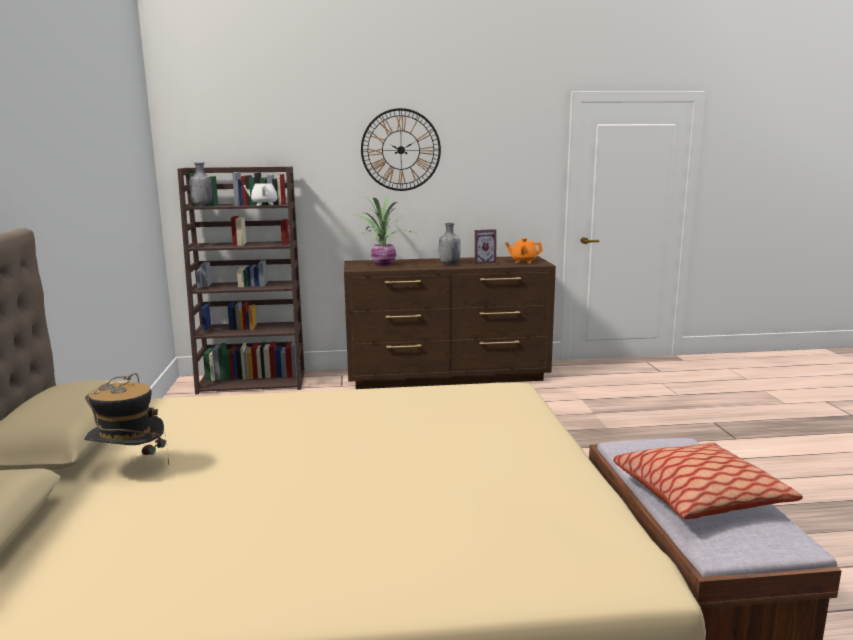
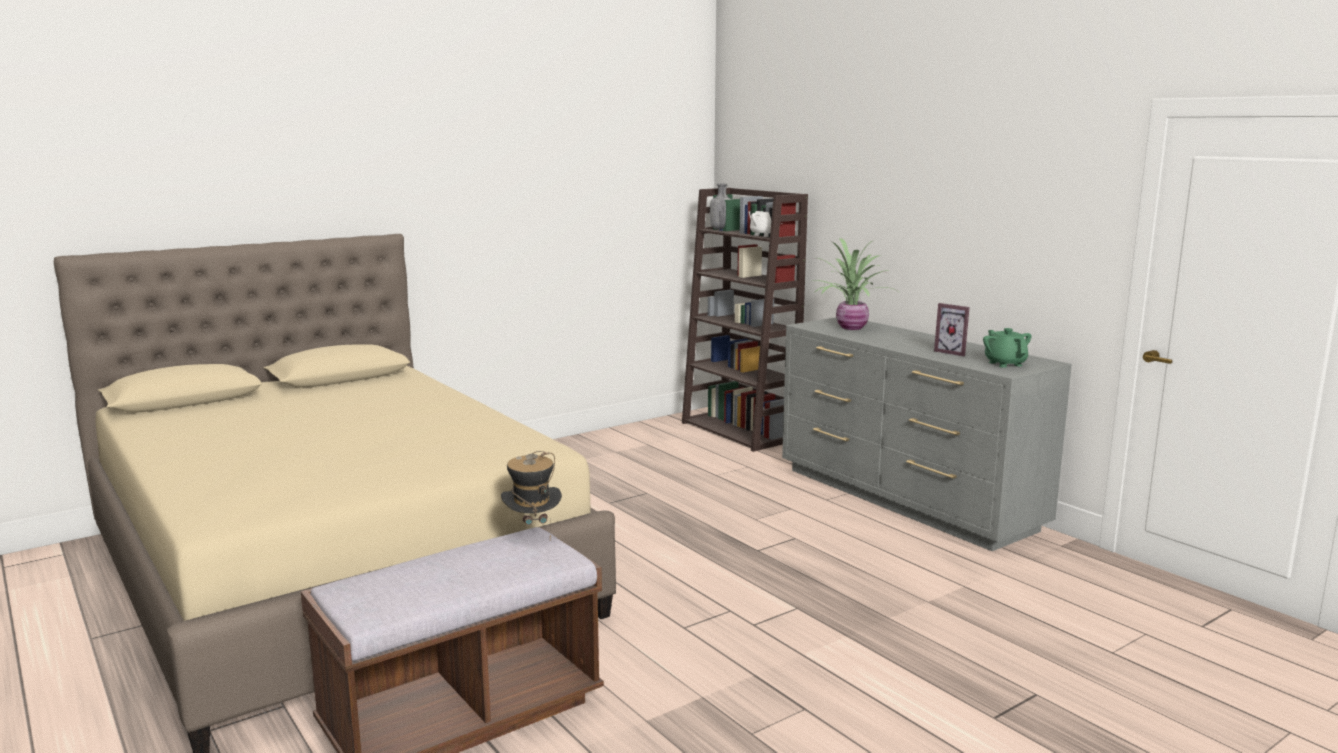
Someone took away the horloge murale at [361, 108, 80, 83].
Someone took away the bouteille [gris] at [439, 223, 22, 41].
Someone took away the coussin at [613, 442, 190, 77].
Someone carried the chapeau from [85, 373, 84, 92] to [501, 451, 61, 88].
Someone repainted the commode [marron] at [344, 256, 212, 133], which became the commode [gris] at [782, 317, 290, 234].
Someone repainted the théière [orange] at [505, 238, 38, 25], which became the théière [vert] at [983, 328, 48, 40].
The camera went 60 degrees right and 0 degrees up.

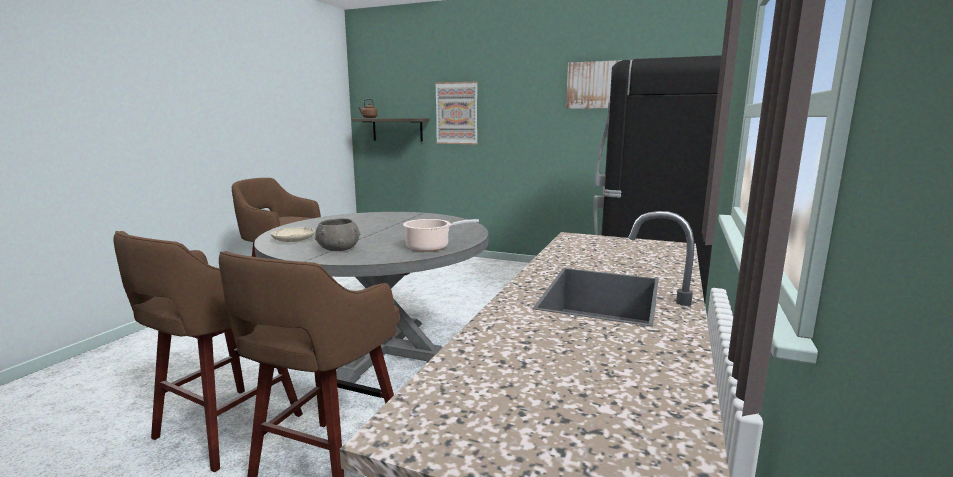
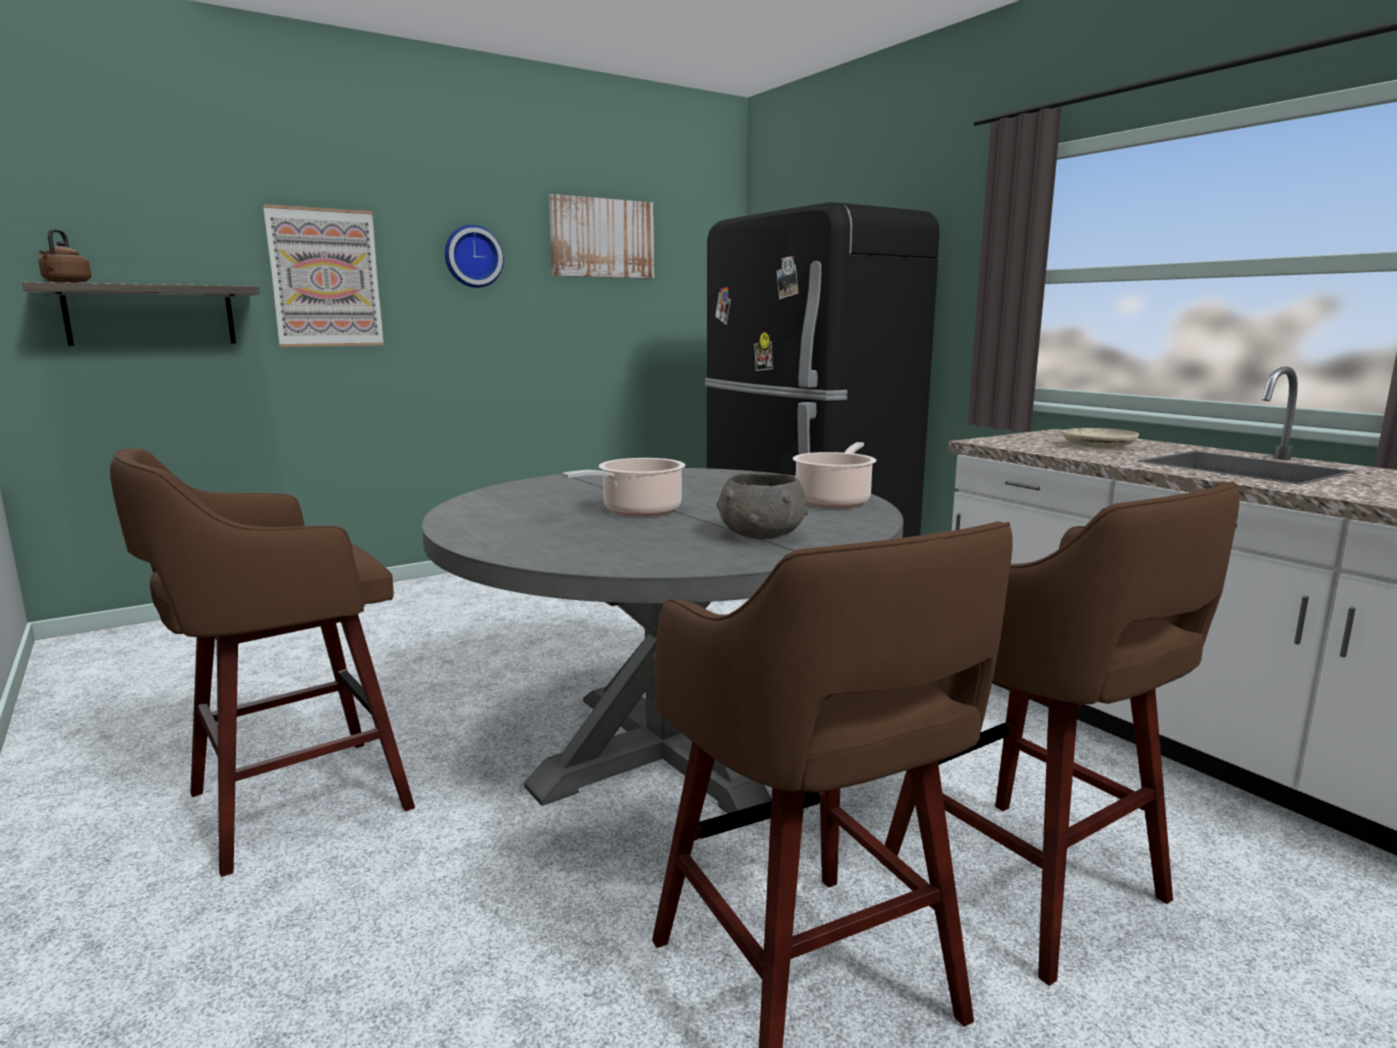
Someone put up the horloge murale at [445, 225, 59, 63].
Someone put down the marmite at [562, 458, 123, 58].
Someone carried the assiette [beige] from [271, 228, 44, 14] to [1062, 428, 77, 20].
The camera went 55 degrees left and 0 degrees up.

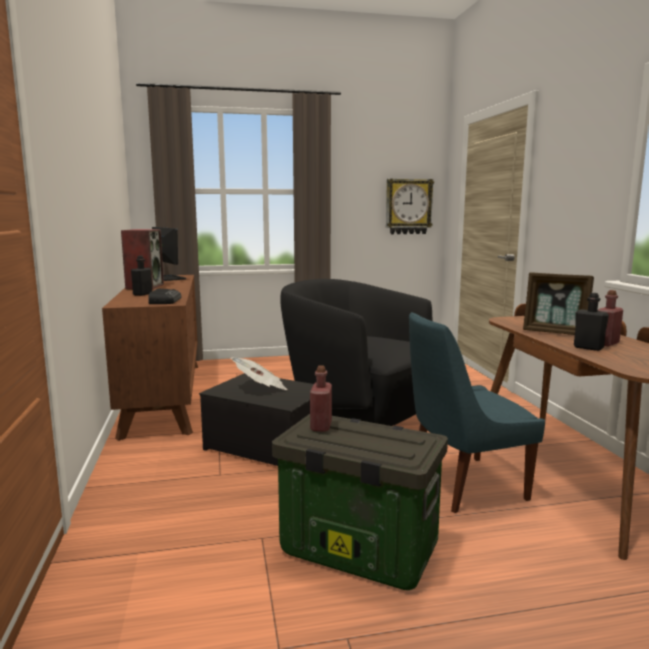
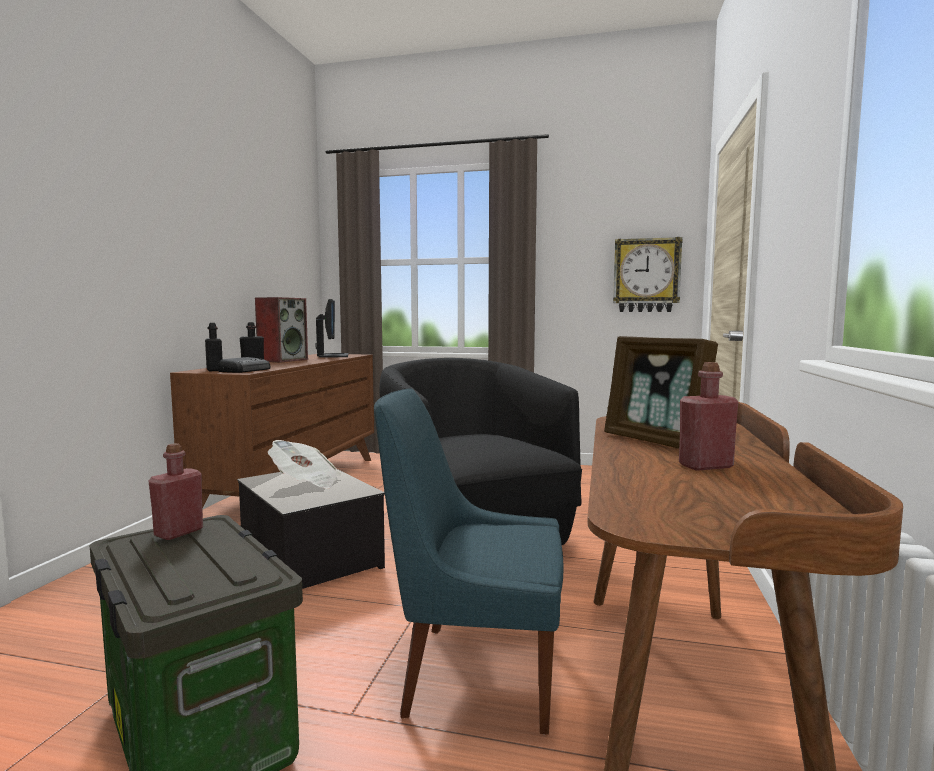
Someone carried the bouteille [noir] from [574, 293, 35, 58] to [205, 323, 17, 48].
The camera went 25 degrees right and 5 degrees down.

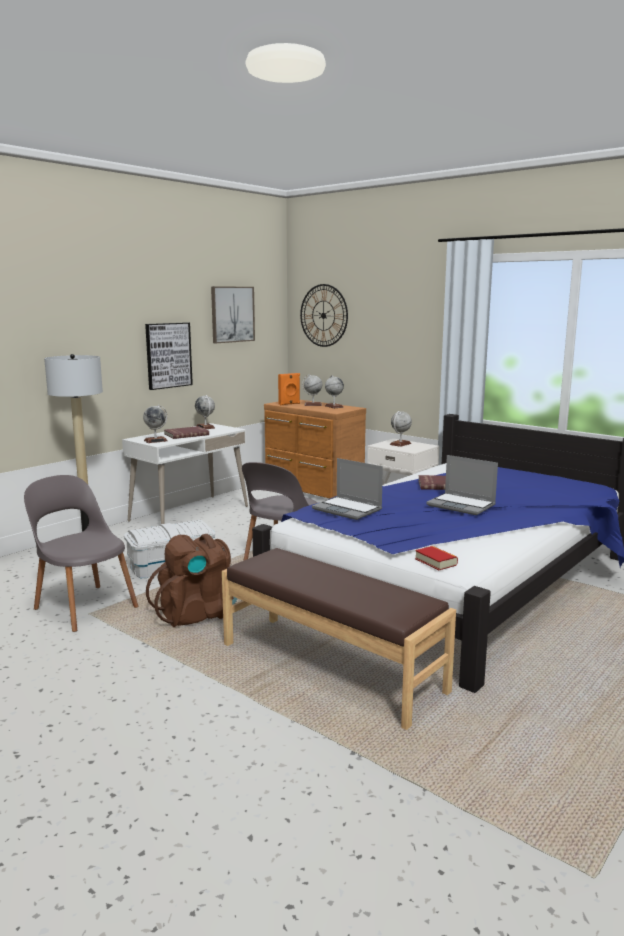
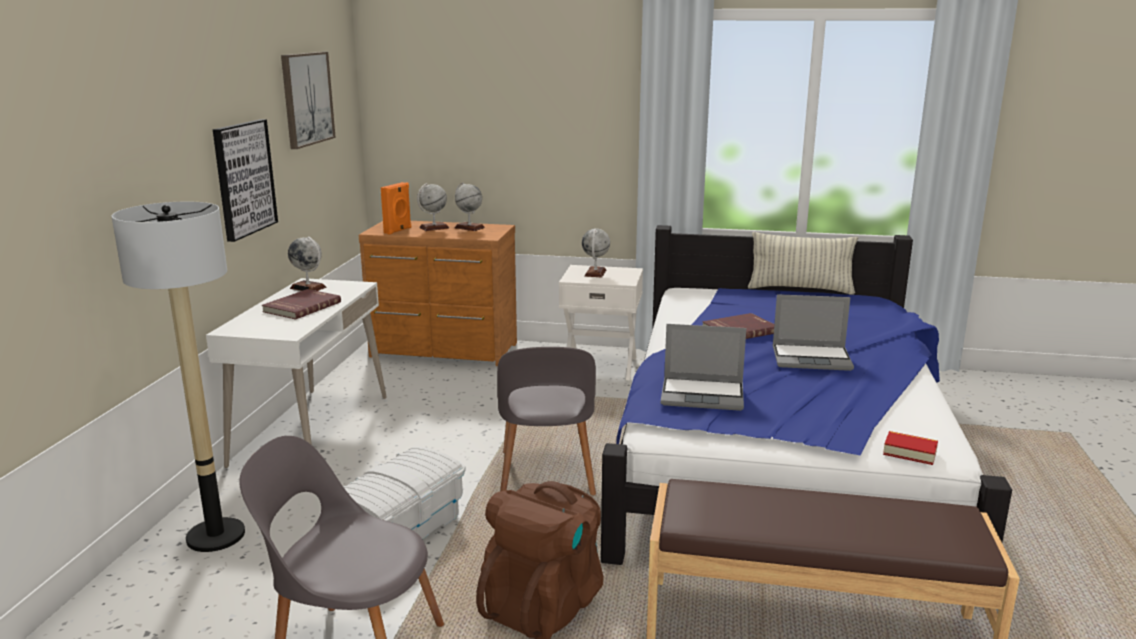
Someone took away the globe at [143, 405, 25, 38].
Someone took away the horloge murale at [300, 284, 48, 63].
Someone put down the coussin at [748, 232, 110, 63].
The camera went 30 degrees left and 5 degrees up.

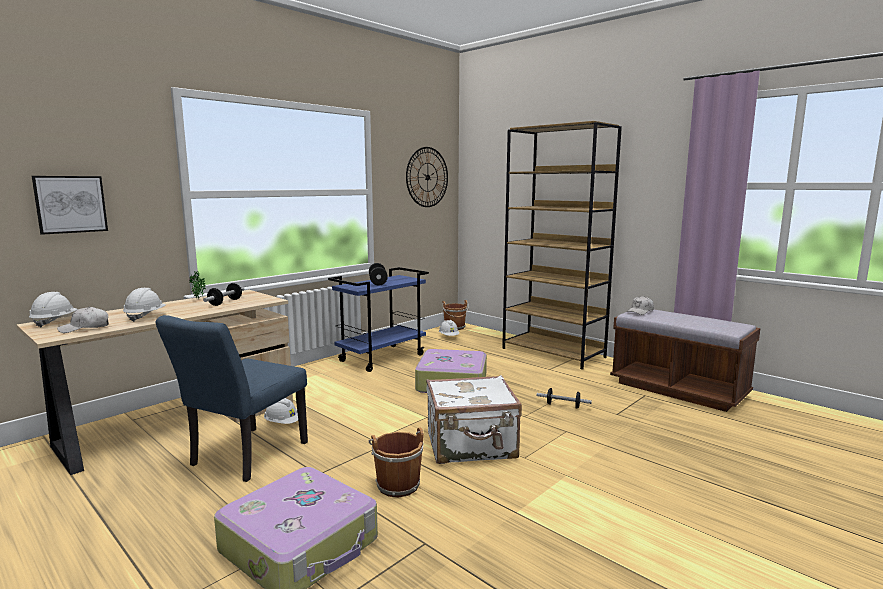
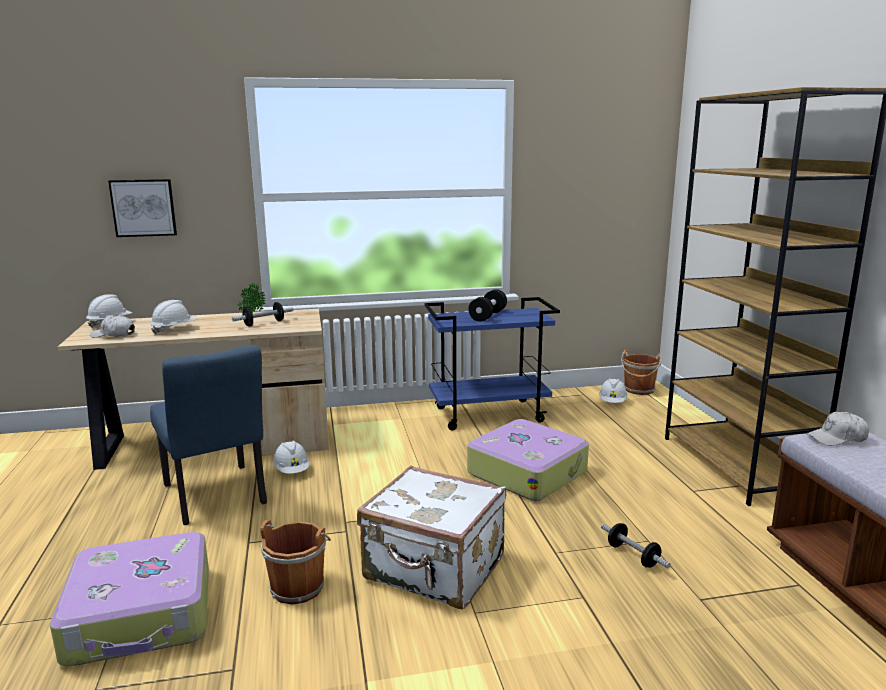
Someone took away the horloge murale at [406, 147, 42, 60].
Someone rotated the chaise [bleu] at [156, 315, 152, 167] by 90 degrees counterclockwise.
The camera went 35 degrees right and 5 degrees up.

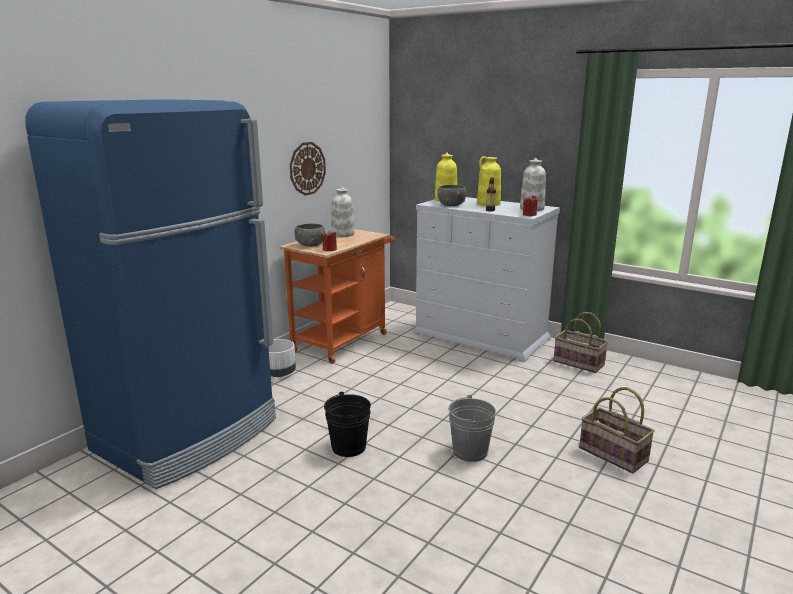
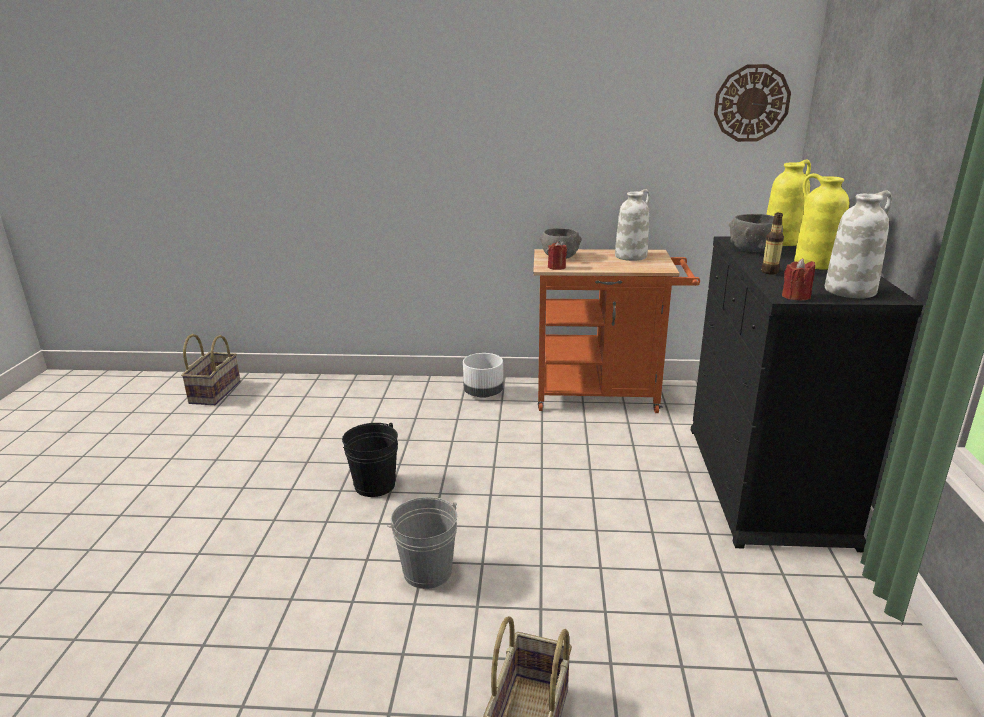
Someone took away the réfrigérateur [bleu] at [25, 99, 251, 390].
Someone carried the horloge murale from [290, 142, 36, 54] to [714, 64, 77, 78].
Someone carried the panier from [553, 312, 56, 61] to [181, 334, 60, 71].
Someone repainted the commode [blanc] at [413, 197, 147, 165], which became the commode [noir] at [691, 237, 232, 315].
The camera went 60 degrees right and 5 degrees up.

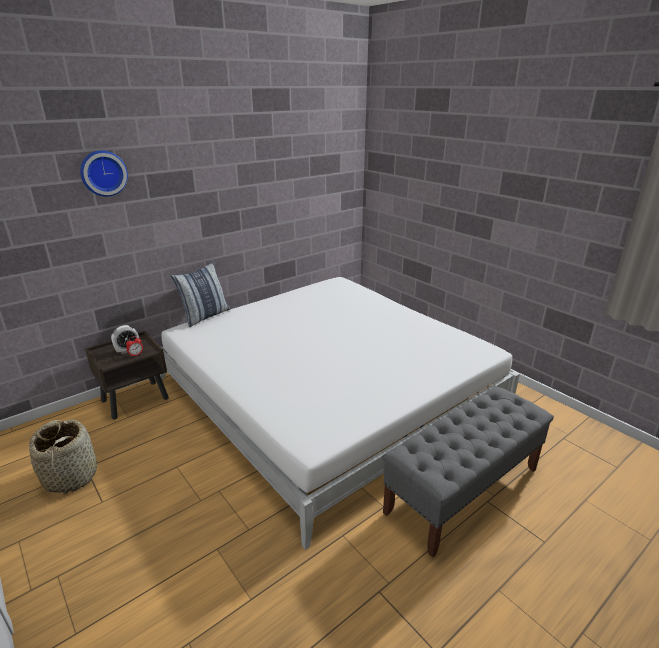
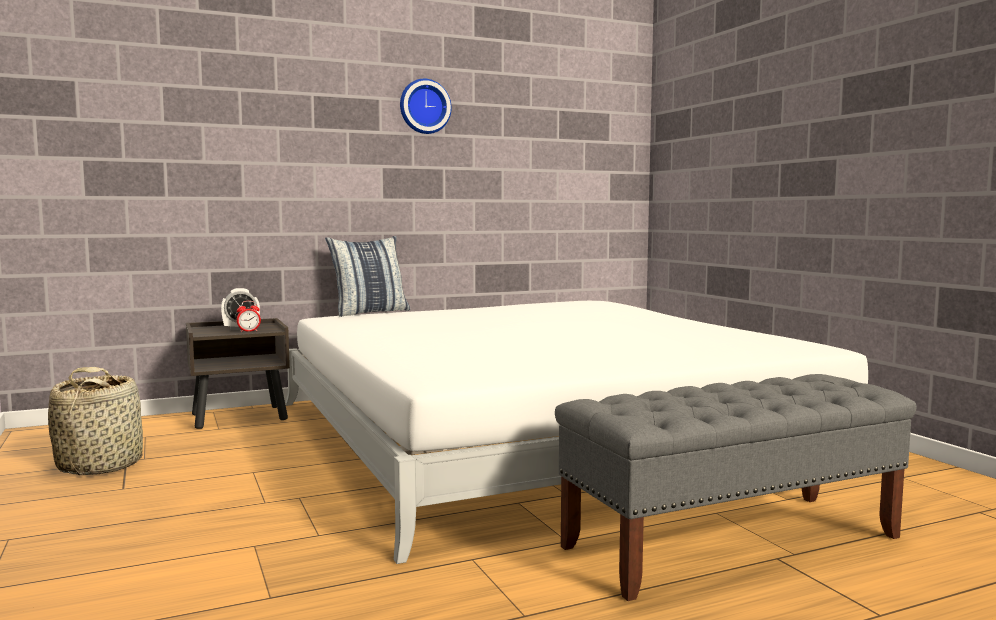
Someone carried the horloge murale from [80, 150, 48, 47] to [400, 79, 52, 55].
The camera went 15 degrees right and 20 degrees down.

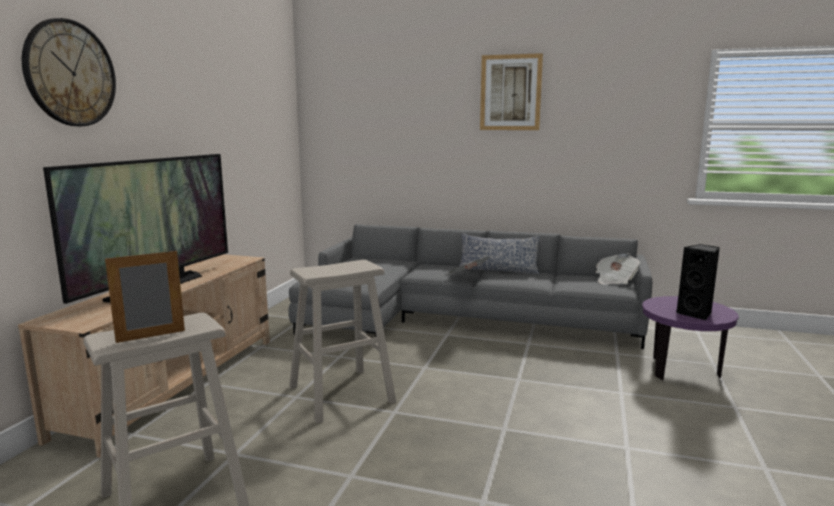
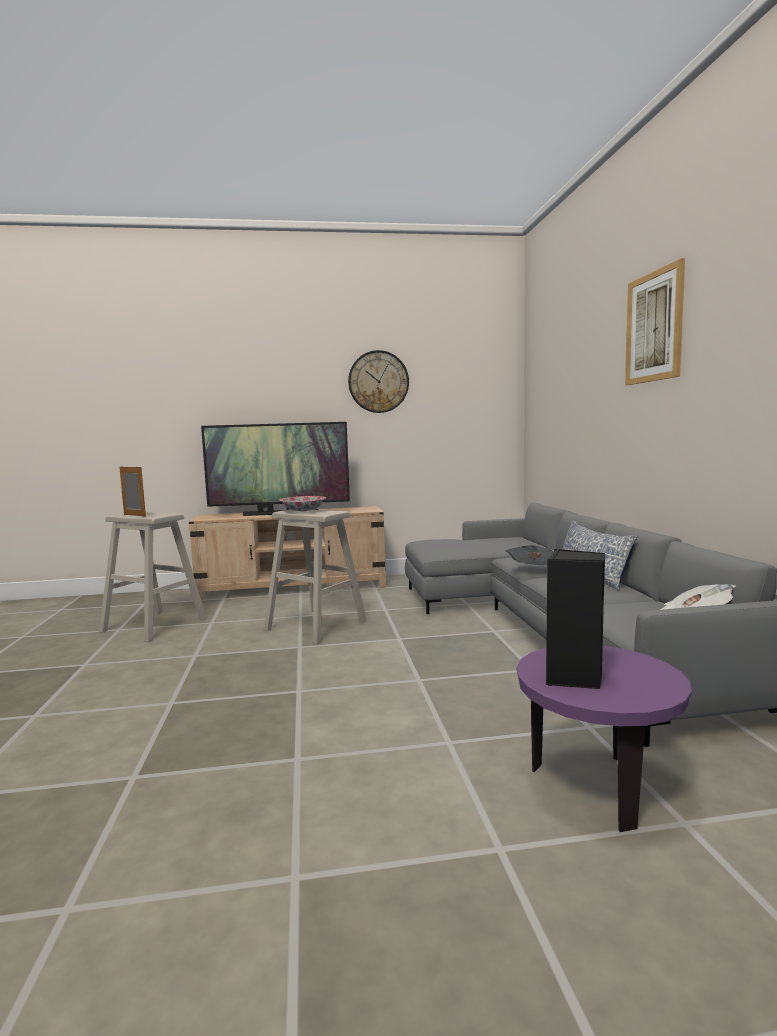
Someone put down the bol at [279, 496, 47, 15].
Someone carried the horloge murale from [22, 18, 94, 108] to [348, 350, 61, 63].
The camera went 65 degrees right and 5 degrees down.

